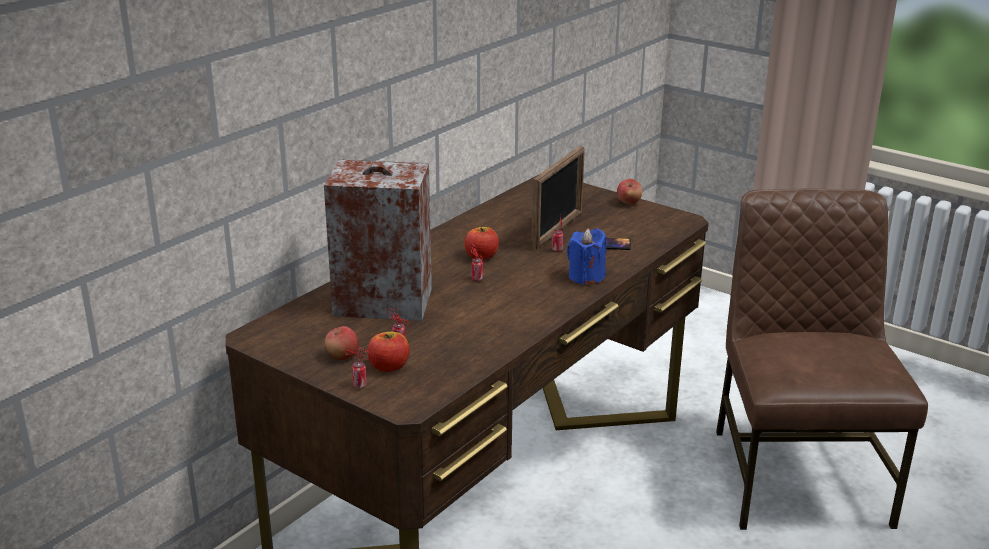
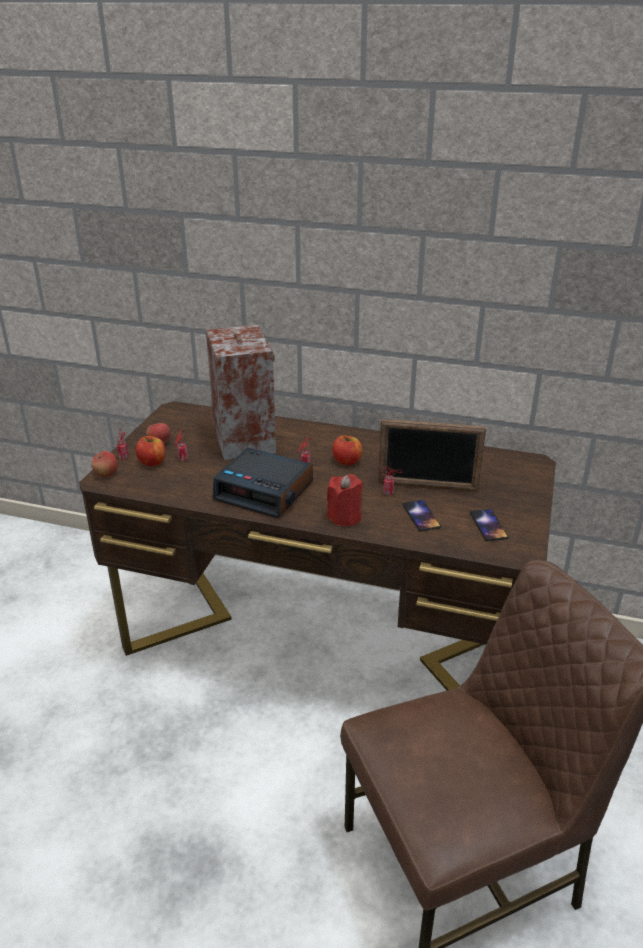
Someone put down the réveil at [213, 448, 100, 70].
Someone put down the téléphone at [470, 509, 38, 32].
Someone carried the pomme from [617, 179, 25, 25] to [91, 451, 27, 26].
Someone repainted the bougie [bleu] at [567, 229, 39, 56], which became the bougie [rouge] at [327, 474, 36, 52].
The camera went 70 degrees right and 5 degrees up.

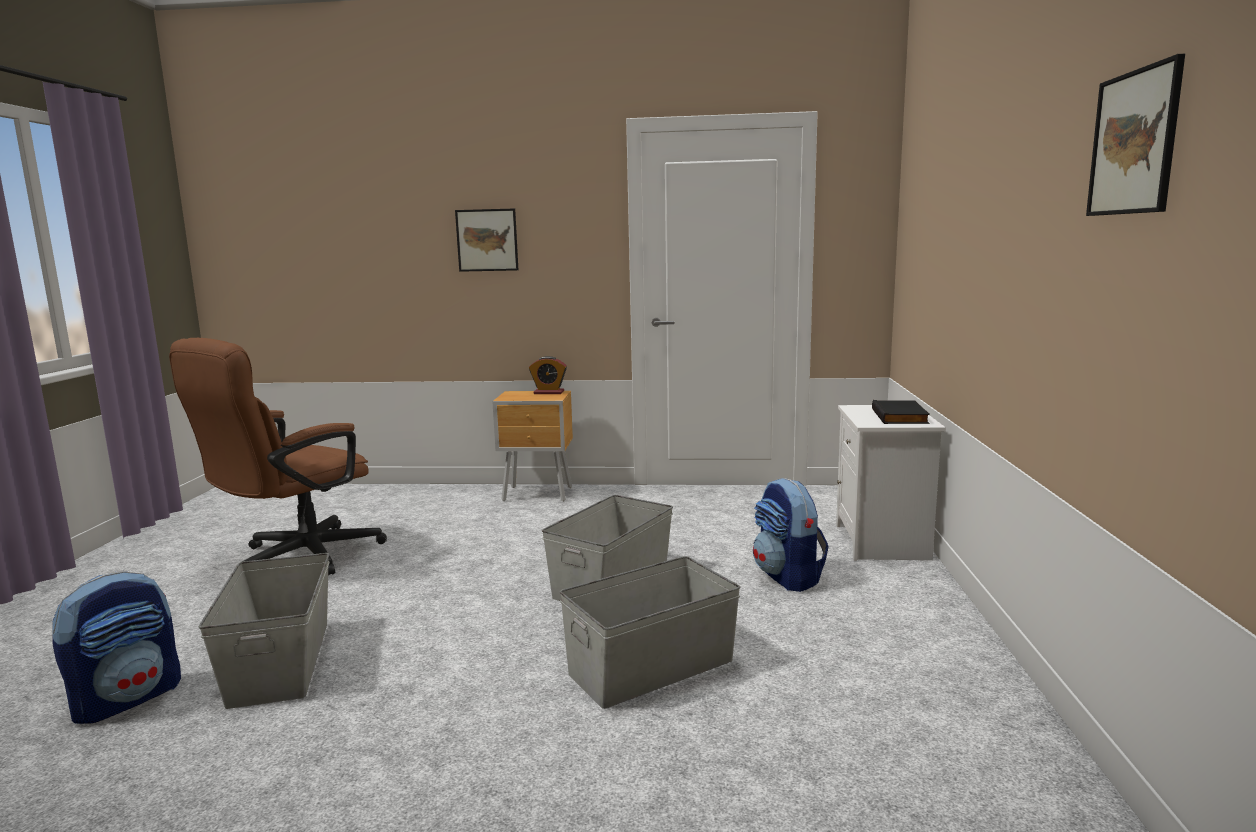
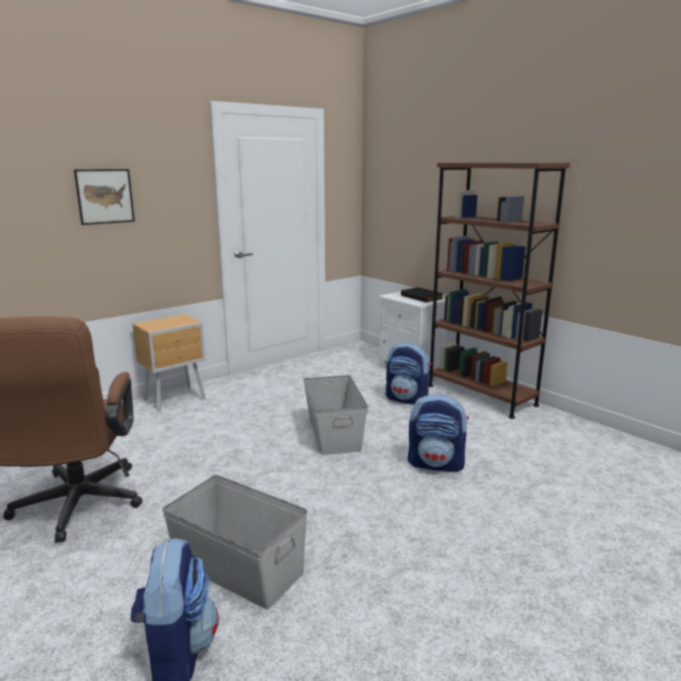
Someone took away the réveil at [529, 356, 38, 38].
Someone took away the tableau at [1086, 54, 99, 162].
Someone put down the bibliothèque [marron] at [429, 163, 141, 256].
Someone swapped the boîte de rangement [gris] at [560, 556, 180, 153] for the sac à dos at [408, 393, 61, 79].
The camera went 45 degrees left and 5 degrees up.

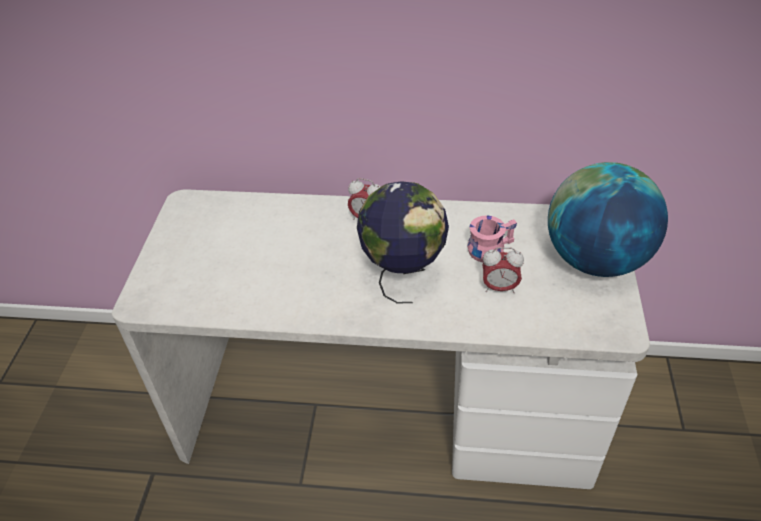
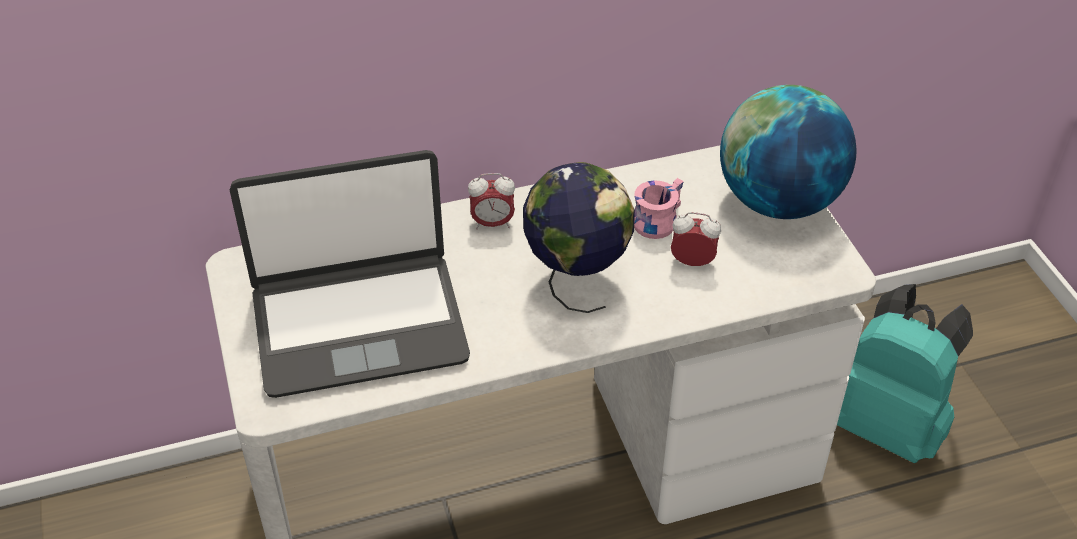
Someone put down the ordinateur portable at [230, 150, 240, 248].
Someone put down the sac à dos [turquoise] at [837, 284, 136, 179].
Someone rotated the réveil at [482, 247, 42, 46] by 150 degrees counterclockwise.
The camera went 25 degrees left and 0 degrees up.

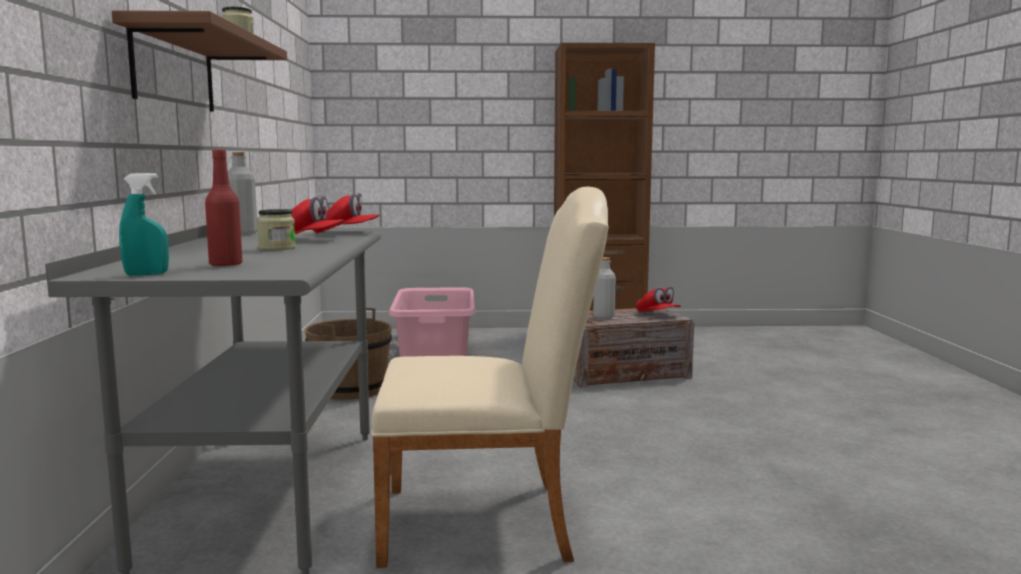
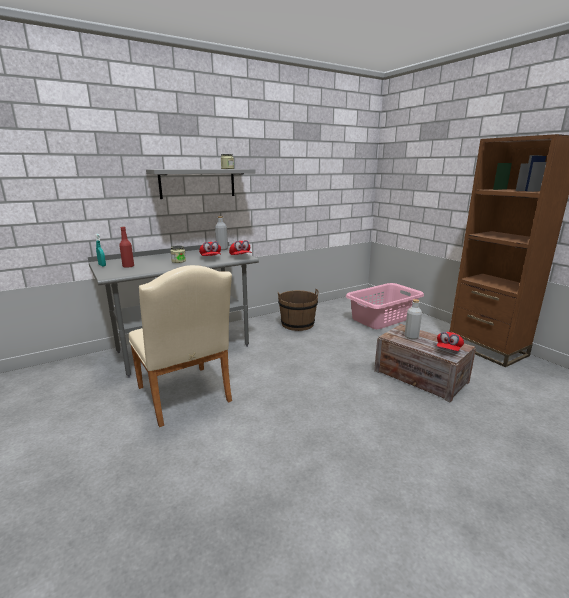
Someone repainted the étagère [marron] at [112, 10, 175, 102], which became the étagère [gris] at [146, 169, 110, 30].
The camera went 60 degrees right and 10 degrees up.

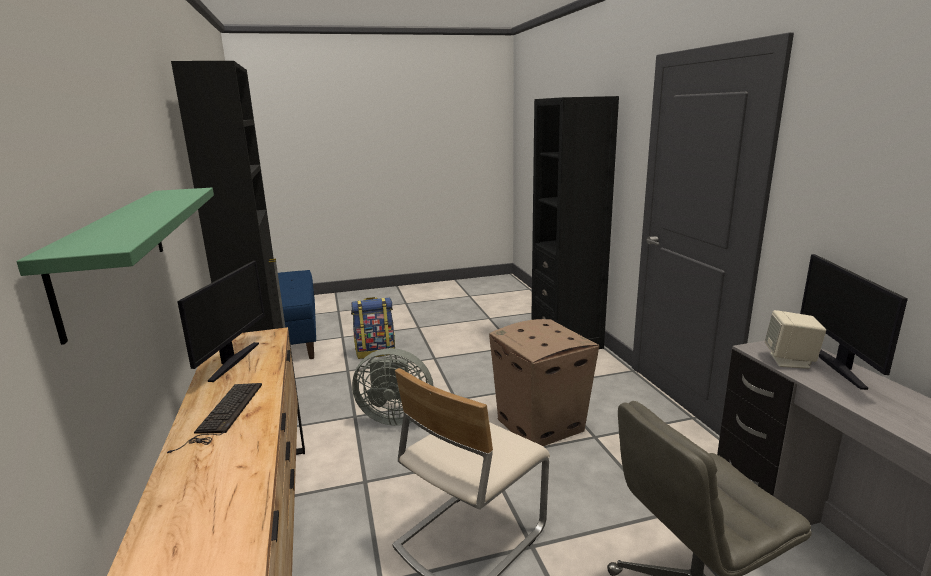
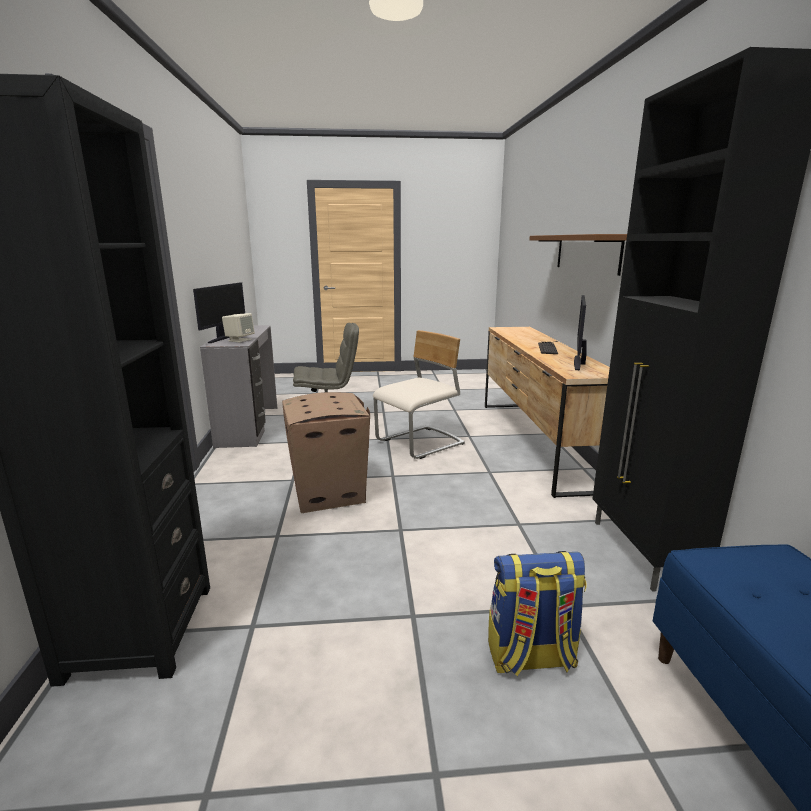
Someone took away the ventilateur [gris] at [352, 348, 82, 78].
Someone repainted the étagère [vert] at [17, 188, 197, 157], which became the étagère [marron] at [529, 234, 98, 42].
The camera went 170 degrees left and 0 degrees up.

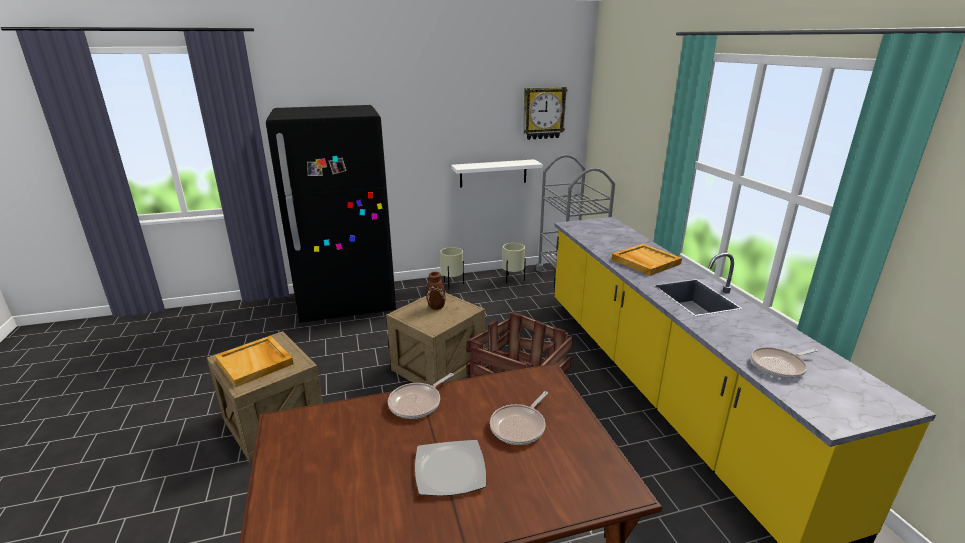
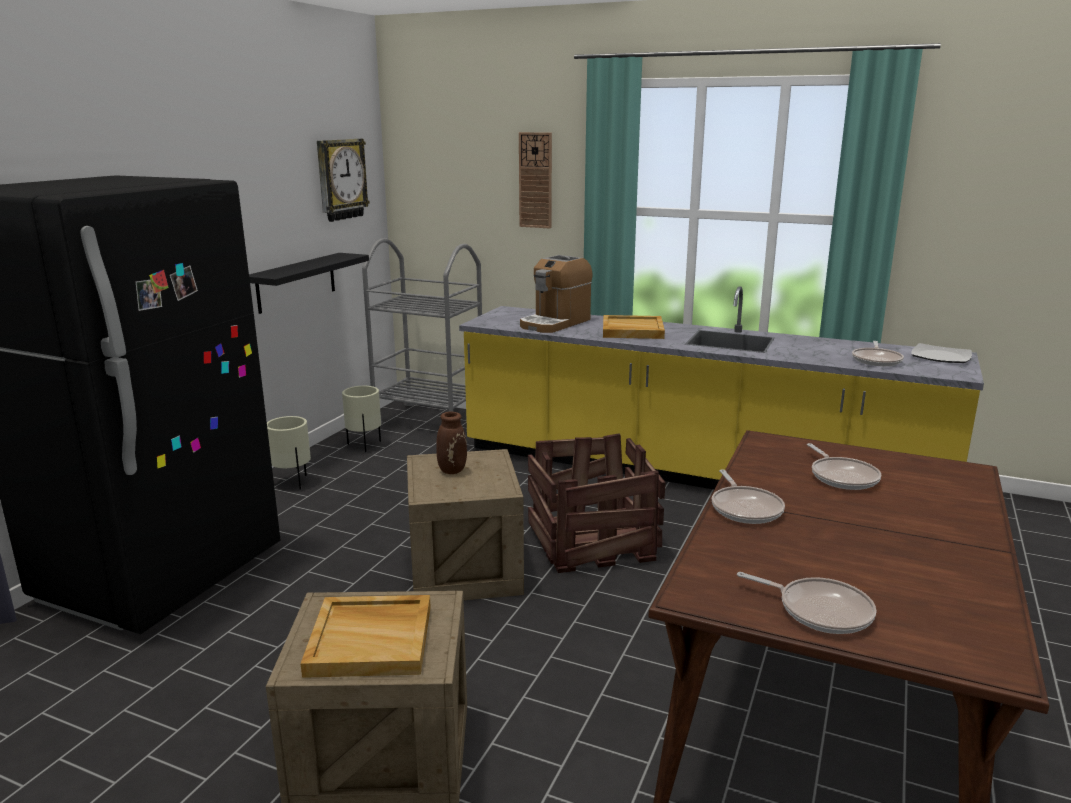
Someone put up the horloge murale at [519, 132, 33, 96].
Someone put down the machine à café at [520, 255, 72, 78].
Someone put down the poêle at [737, 572, 139, 62].
Someone carried the assiette from [415, 440, 71, 56] to [911, 343, 61, 20].
Someone repainted the étagère [blanc] at [451, 159, 92, 28], which became the étagère [noir] at [249, 253, 120, 61].
The camera went 50 degrees left and 5 degrees down.

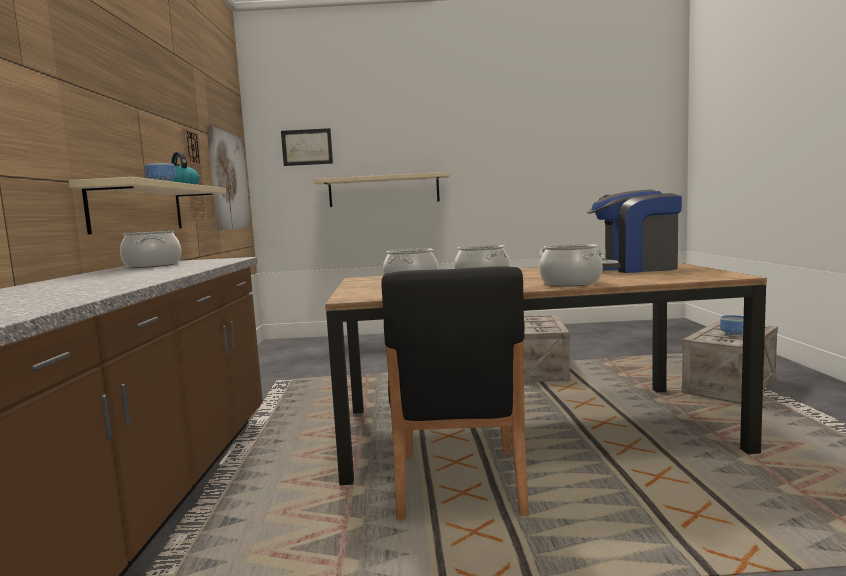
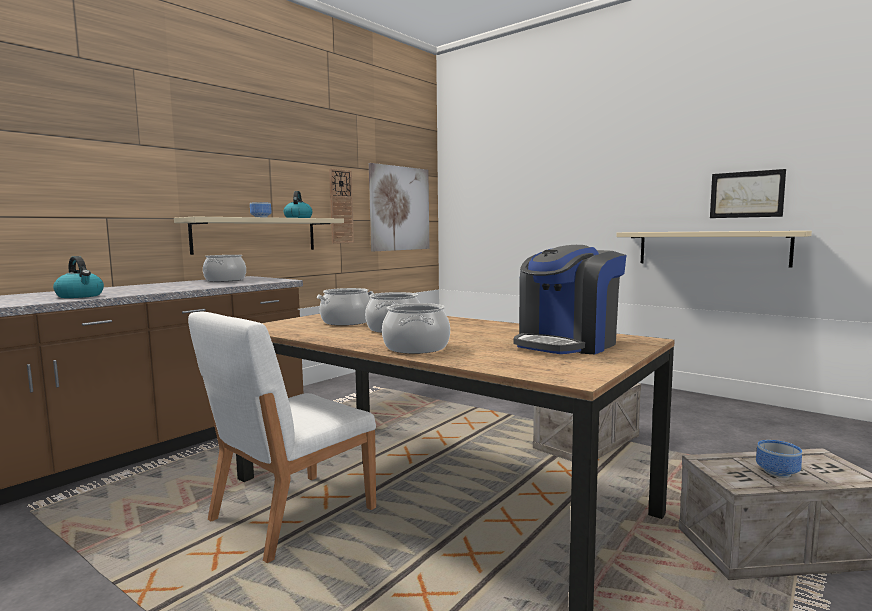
Someone put down the bouilloire at [53, 256, 51, 42].
Someone carried the tableau from [281, 128, 52, 38] to [710, 169, 76, 49].
Someone carried the étagère [beige] from [312, 172, 138, 35] to [616, 231, 196, 37].
Someone repainted the chaise [noir] at [381, 266, 148, 254], which became the chaise [blanc] at [188, 312, 188, 251].
Someone rotated the machine à café at [587, 190, 95, 83] by 90 degrees counterclockwise.
The camera went 40 degrees right and 0 degrees up.

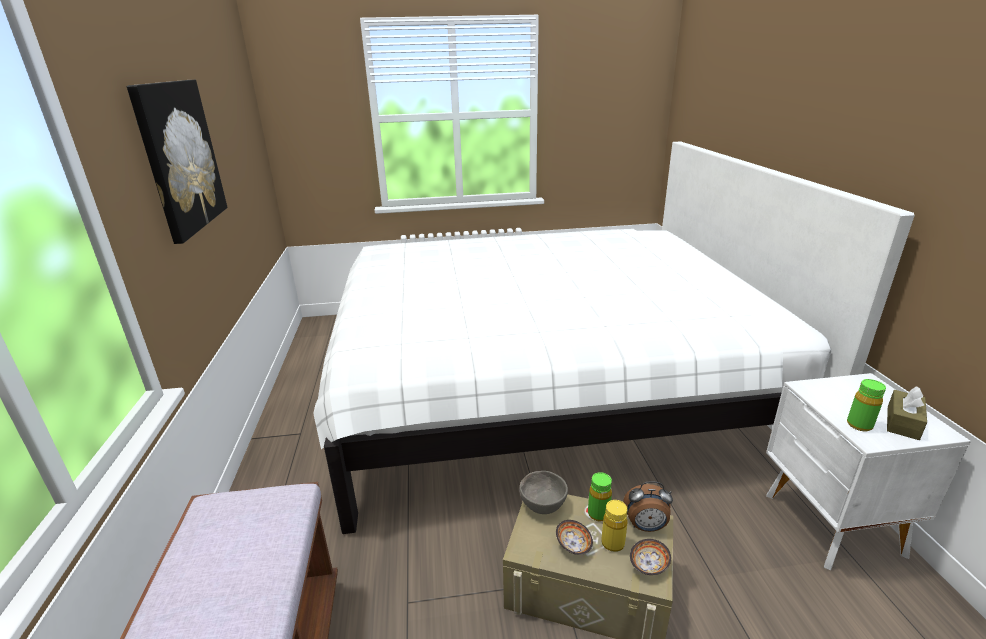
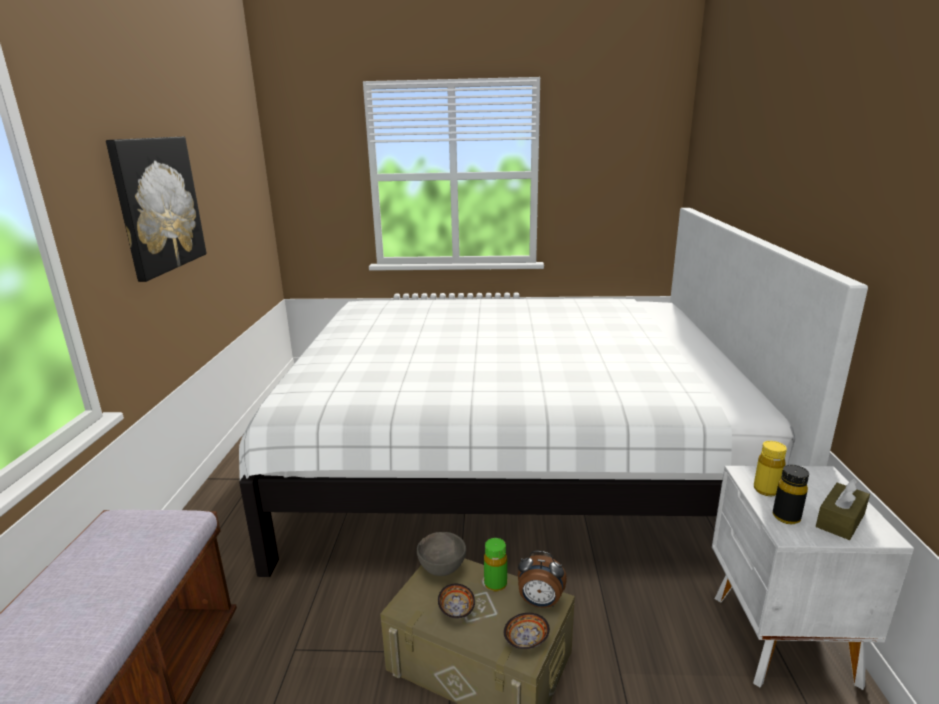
Someone carried the bouteille [jaune] from [601, 500, 27, 52] to [754, 441, 33, 55].
Someone repainted the bouteille [vert] at [847, 379, 39, 52], which became the bouteille [noir] at [773, 465, 36, 59].
The camera went 10 degrees right and 5 degrees down.

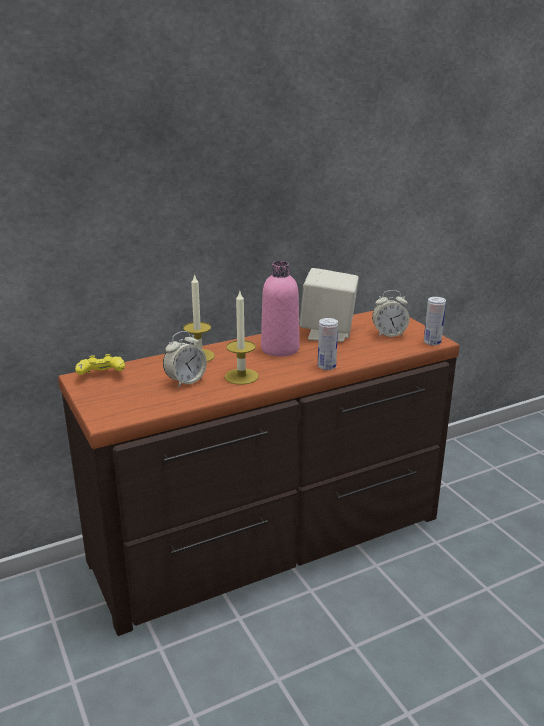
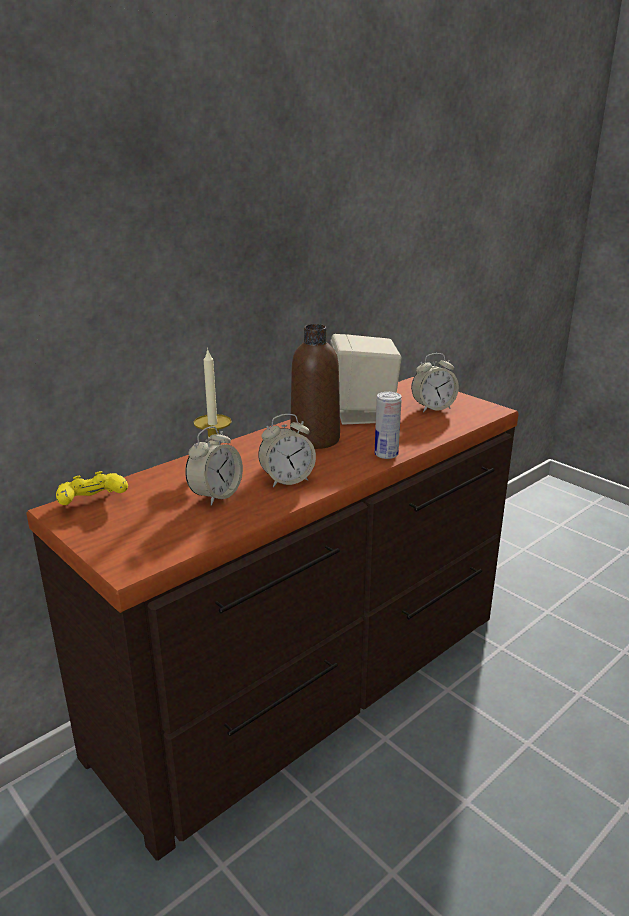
Someone took away the boîte métallique at [424, 297, 22, 49].
Someone swapped the bougie at [224, 292, 35, 93] for the réveil at [258, 414, 58, 73].
Someone repainted the bouteille [rose] at [261, 261, 39, 96], which became the bouteille [marron] at [290, 324, 50, 125].
The camera went 15 degrees left and 0 degrees up.

